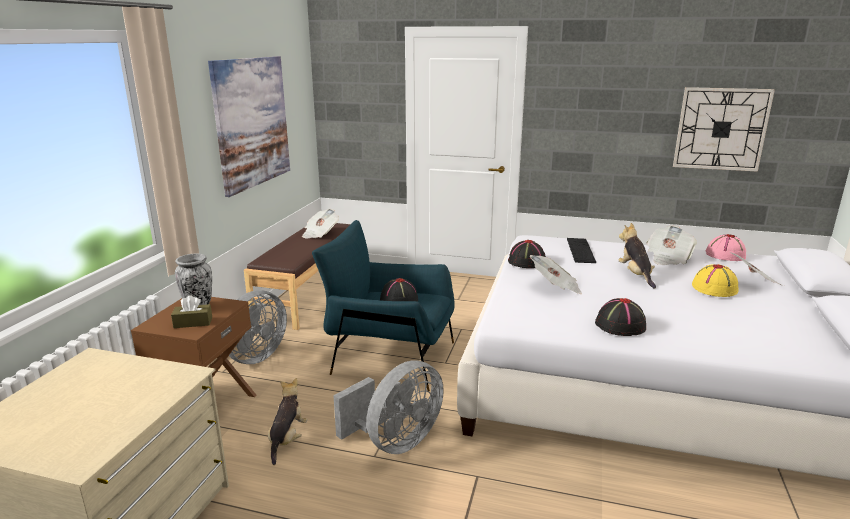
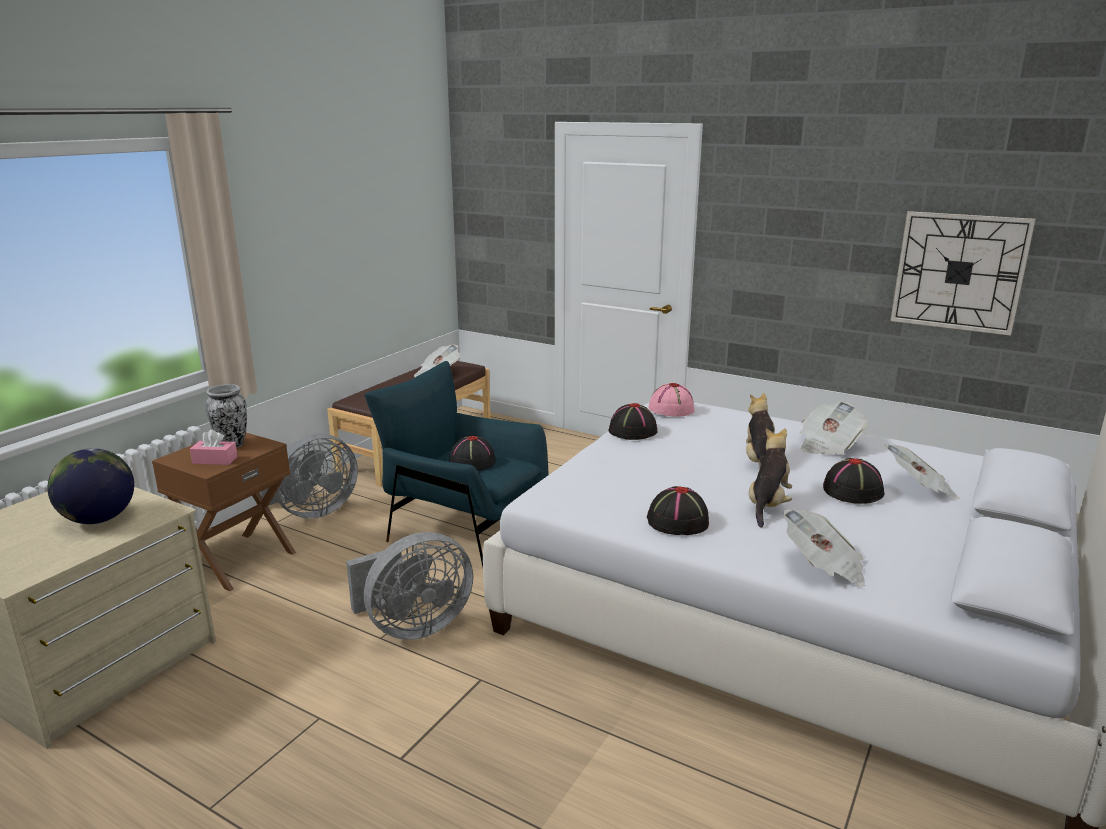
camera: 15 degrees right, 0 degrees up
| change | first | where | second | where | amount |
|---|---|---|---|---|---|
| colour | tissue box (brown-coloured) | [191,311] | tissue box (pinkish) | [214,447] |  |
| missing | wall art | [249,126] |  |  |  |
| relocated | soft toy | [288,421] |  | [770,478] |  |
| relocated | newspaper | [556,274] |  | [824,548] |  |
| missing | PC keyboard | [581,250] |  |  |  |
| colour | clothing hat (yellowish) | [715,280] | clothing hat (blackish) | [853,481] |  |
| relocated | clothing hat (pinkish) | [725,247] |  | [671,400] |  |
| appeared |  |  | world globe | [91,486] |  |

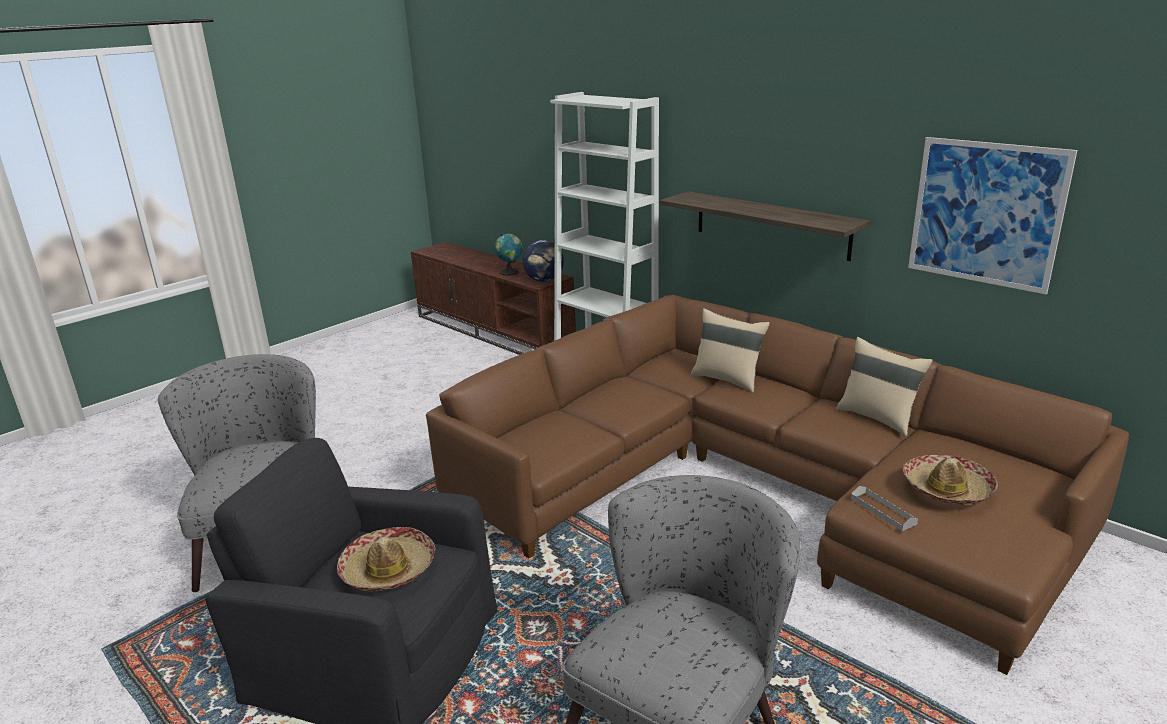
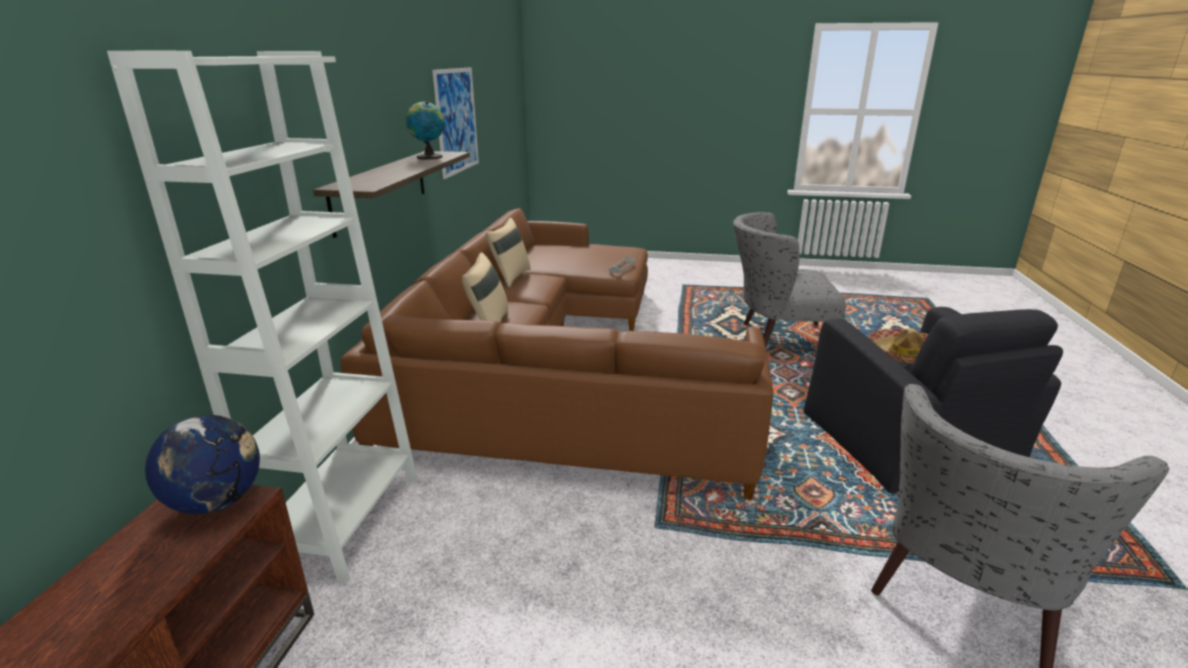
camera: 125 degrees left, 0 degrees up
| change | first | where | second | where | amount |
|---|---|---|---|---|---|
| relocated | world globe | [508,255] |  | [425,130] |  |
| missing | clothing hat | [950,480] |  |  |  |

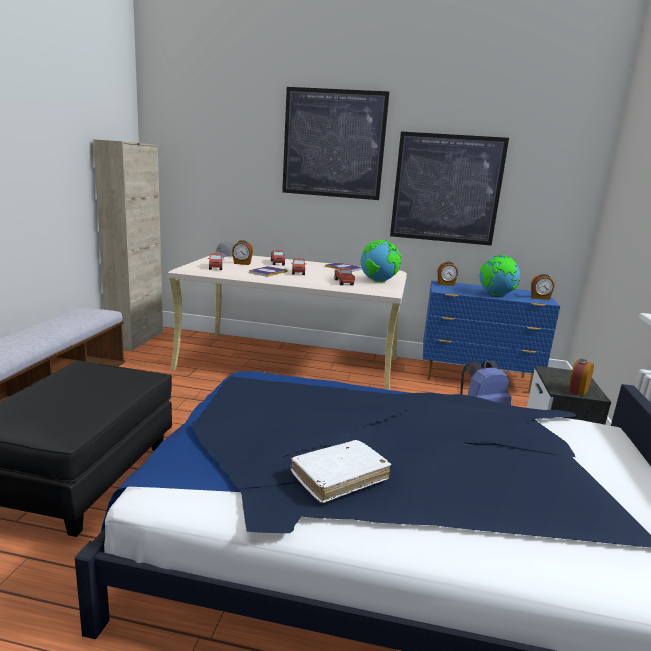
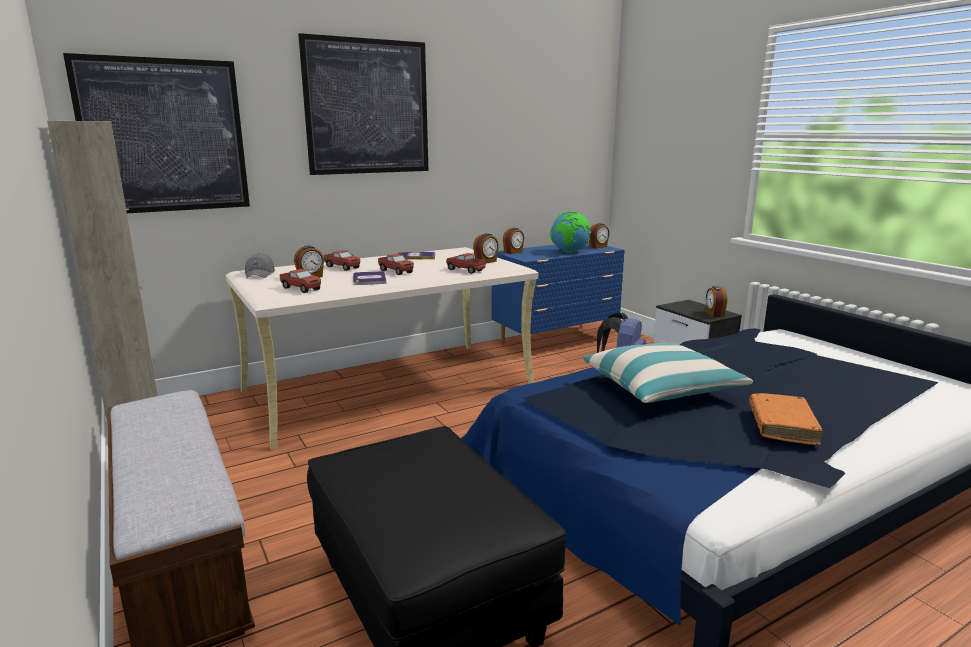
camera: 40 degrees left, 0 degrees up
| change | first | where | second | where | amount |
|---|---|---|---|---|---|
| colour | book (white-coloured) | [340,471] | book (orangey) | [785,419] |  |
| exchanged | world globe | [381,261] | bedside clock | [486,248] |  |
| relocated | wall art | [449,188] |  | [156,133] |  |
| appeared |  |  | cushion | [668,373] |  |

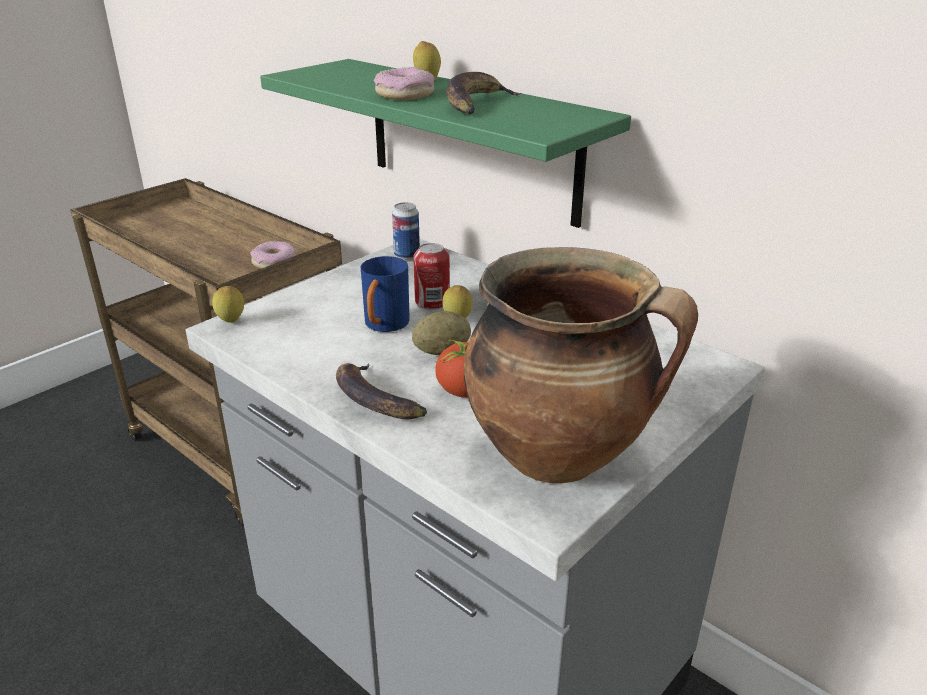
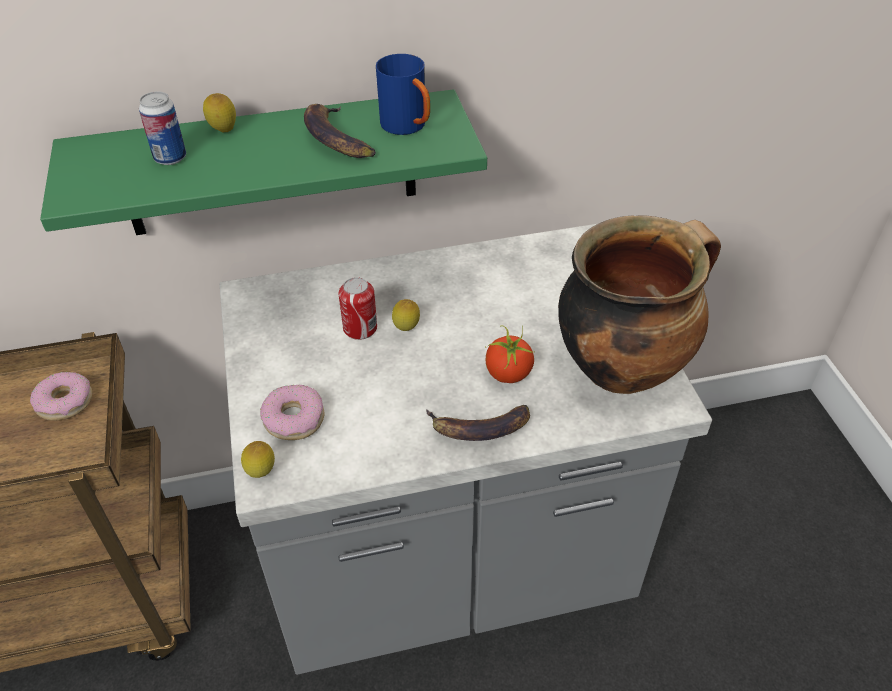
camera: 55 degrees left, 15 degrees up
| change | first | where | second | where | amount |
|---|---|---|---|---|---|
| relocated | tea mug (blue) | [385,294] |  | [403,94] |  |
| relocated | doughnut | [404,83] |  | [292,412] |  |
| relocated | metal can | [406,231] |  | [162,128] |  |
| missing | spud | [441,333] |  |  |  |

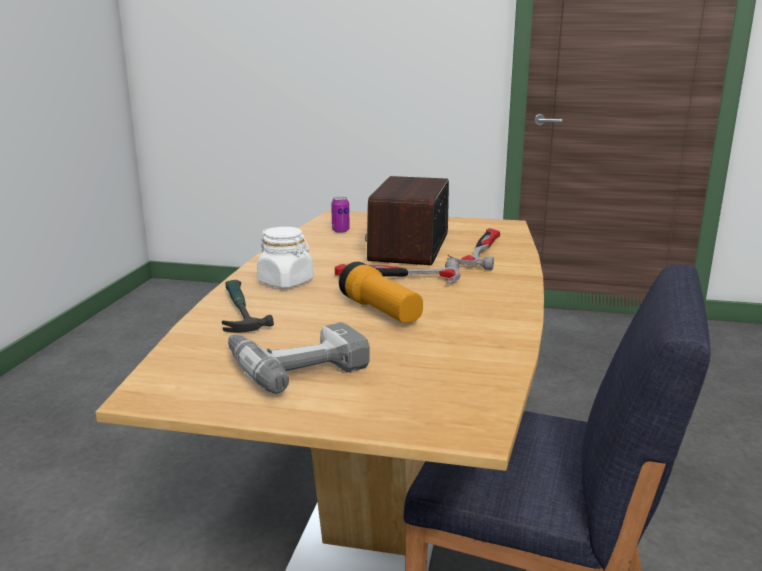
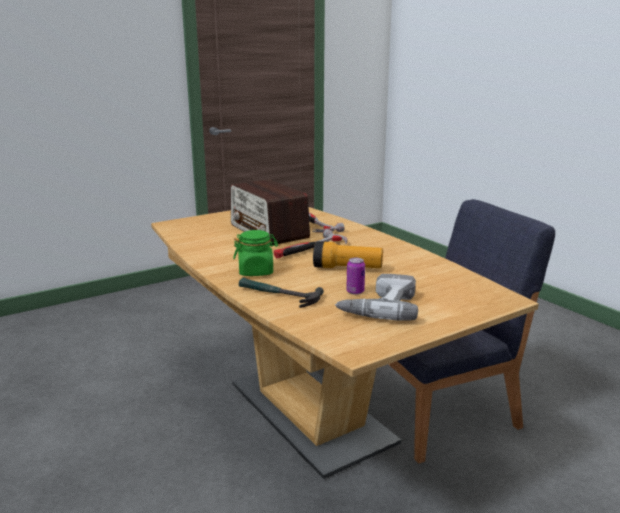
camera: 45 degrees left, 0 degrees up
| change | first | where | second | where | amount |
|---|---|---|---|---|---|
| colour | storage jar (white-coloured) | [285,257] | storage jar (green-coloured) | [255,253] |  |
| relocated | metal can | [340,215] |  | [355,276] |  |

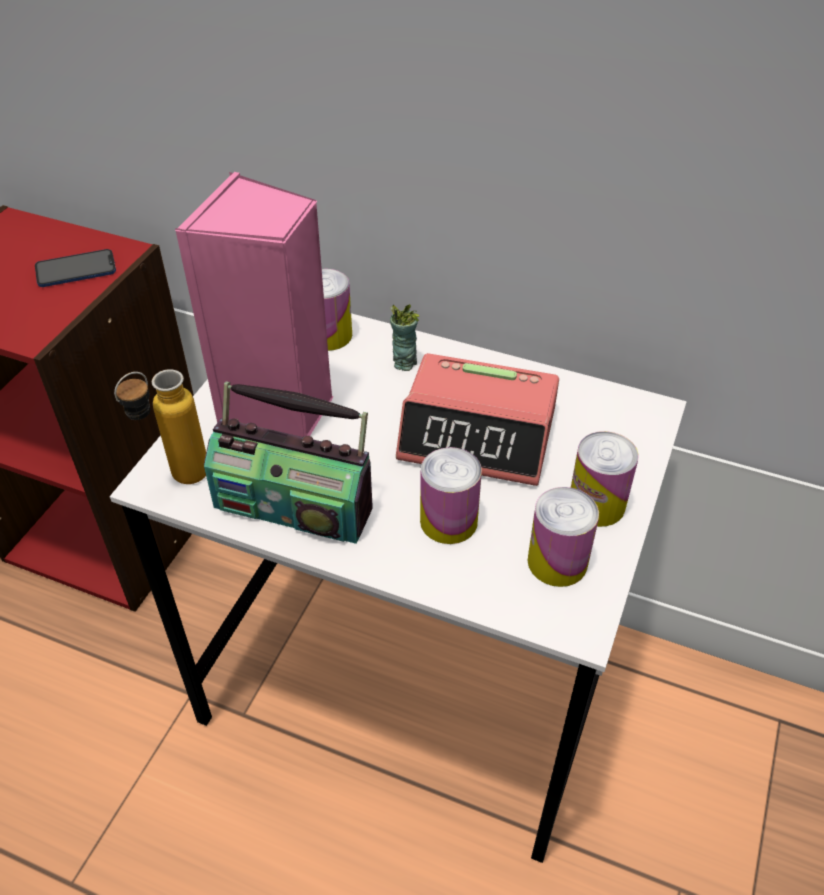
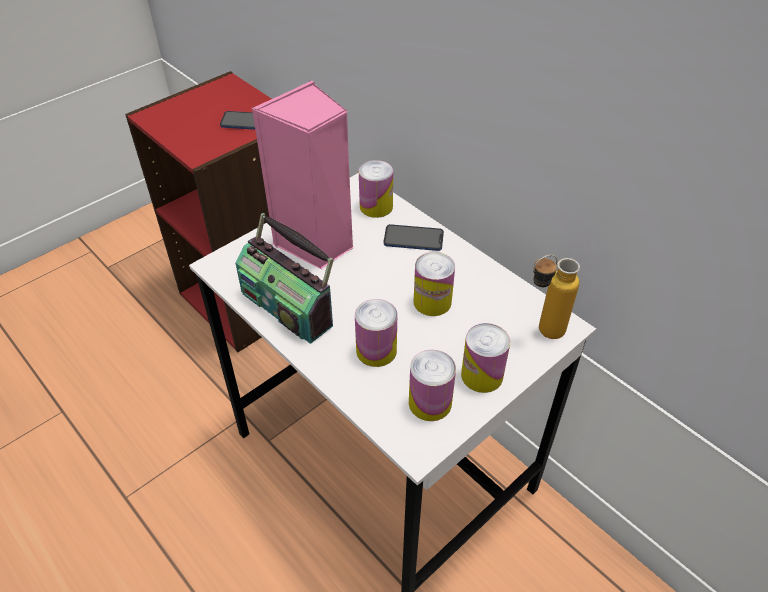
camera: 25 degrees right, 0 degrees up
| change | first | where | second | where | amount |
|---|---|---|---|---|---|
| relocated | drink bottle | [160,426] |  | [556,297] |  |
| exchanged | cup | [404,337] | phone | [413,237] |  |
| exchanged | bedside clock | [477,419] | metal can | [434,284] |  |

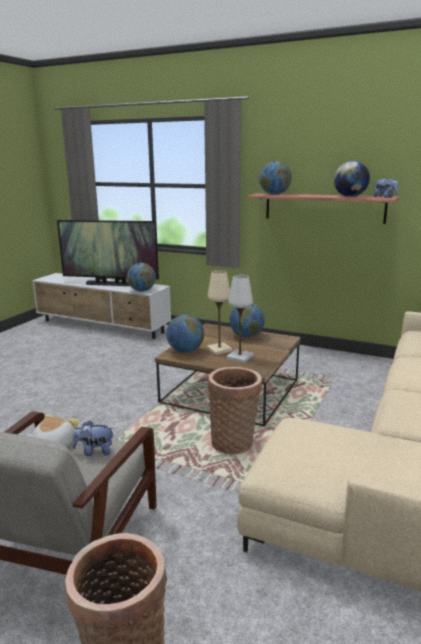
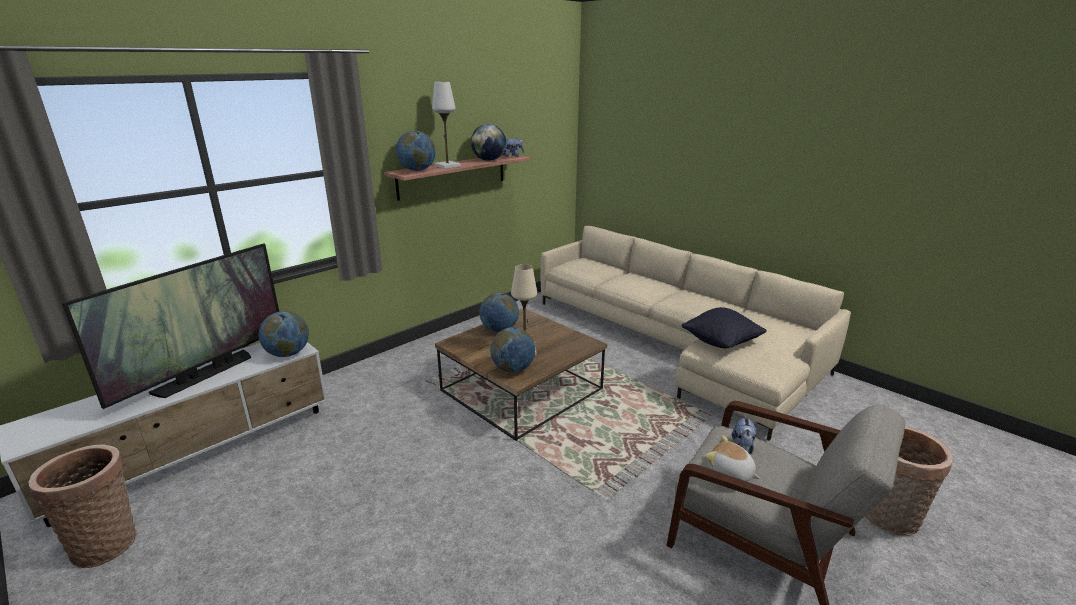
camera: 70 degrees left, 5 degrees up
| change | first | where | second | where | amount |
|---|---|---|---|---|---|
| relocated | household basket | [234,411] |  | [82,506] |  |
| relocated | lamp for a table (white-coloured) | [240,319] |  | [446,125] |  |
| appeared |  |  | cushion (blackish) | [724,327] |  |

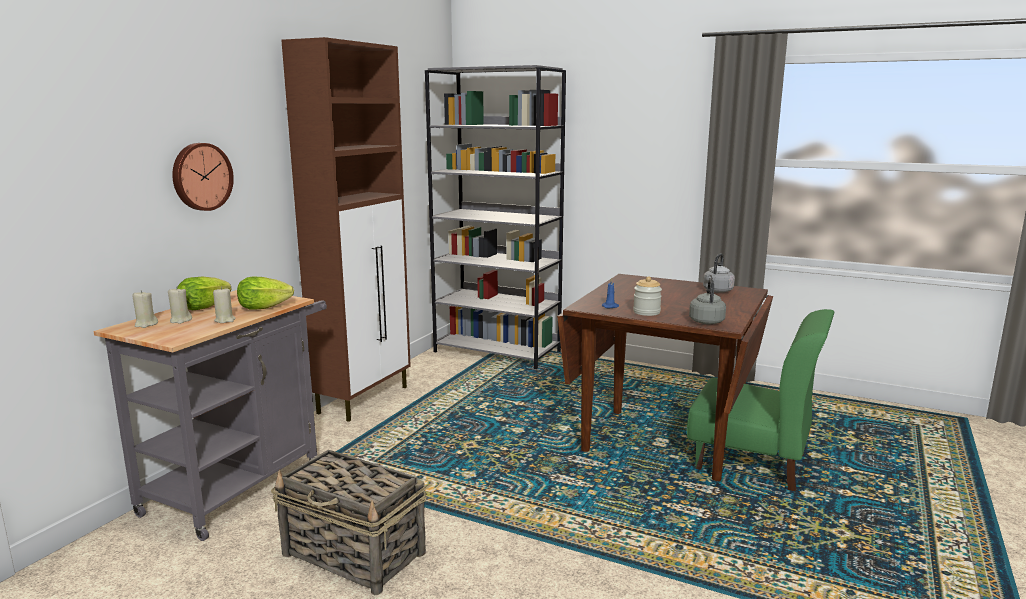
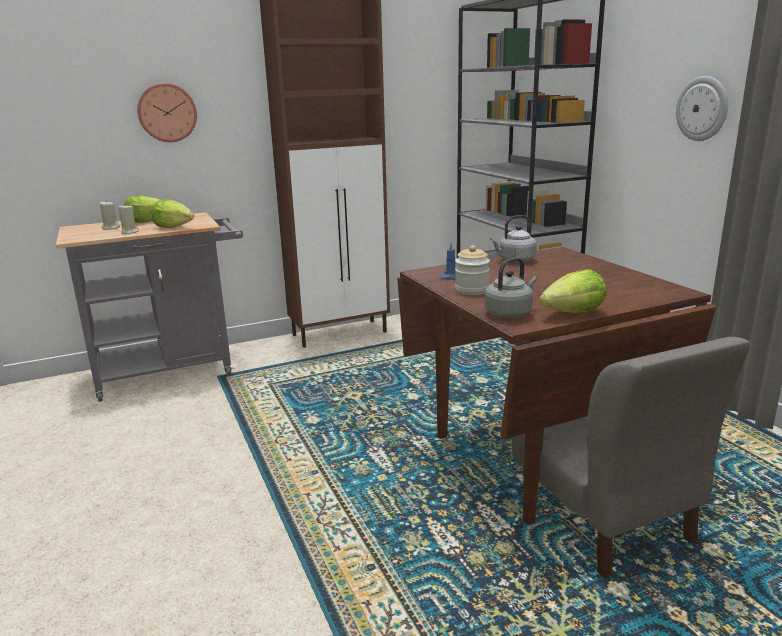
camera: 40 degrees right, 5 degrees up
| change | first | where | second | where | amount |
|---|---|---|---|---|---|
| missing | wax light (sand-coloured) | [145,309] |  |  |  |
| missing | household basket | [348,523] |  |  |  |
| colour | chair (green-coloured) | [760,400] | chair (grey) | [631,457] |  |
| relocated | tea kettle (grey) | [719,273] |  | [513,239] |  |
| appeared |  |  | lettuce | [573,291] |  |
| appeared |  |  | clock on the wall | [702,108] |  |

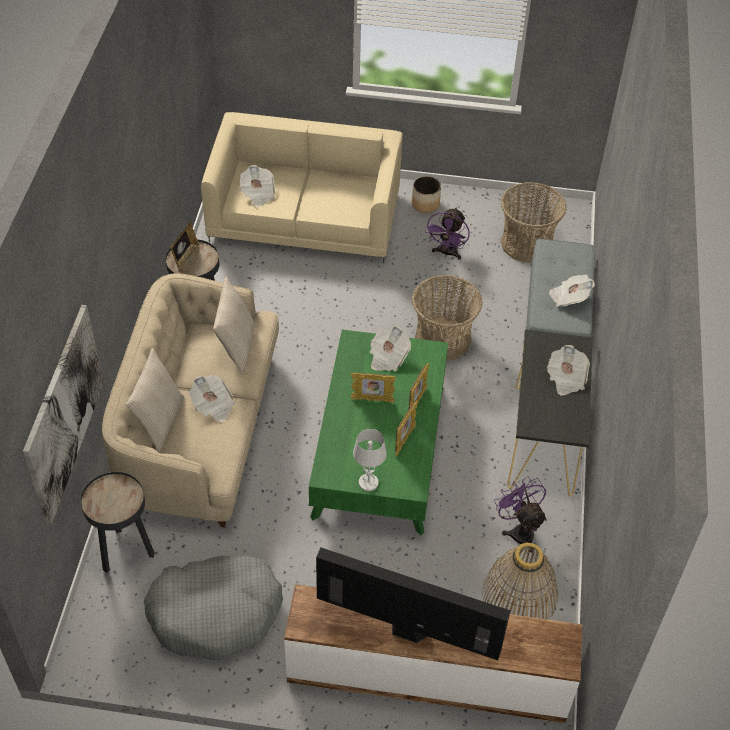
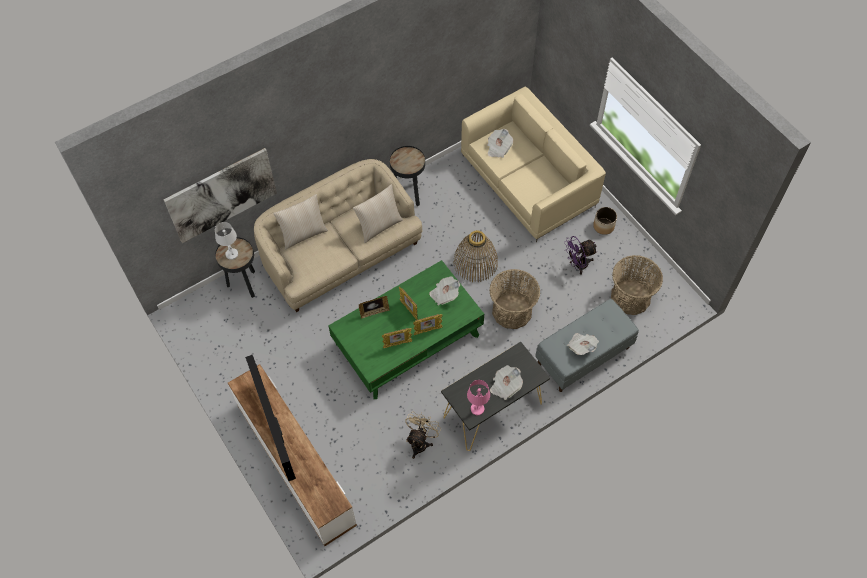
camera: 50 degrees right, 10 degrees up
| change | first | where | second | where | amount |
|---|---|---|---|---|---|
| missing | pet bed (grey) | [213,608] |  |  |  |
| relocated | picture frame | [185,246] |  | [374,307] |  |
| missing | newspaper | [212,398] |  |  |  |
| relocated | lamp for a table (white-coloured) | [370,460] |  | [226,241] |  |
| relocated | household basket | [520,581] |  | [475,256] |  |
| colour | cooling fan (purple-coloured) | [520,514] | cooling fan (sand-coloured) | [423,435] |  |
| appeared |  |  | lamp for a table (pinkish) | [478,397] |  |

